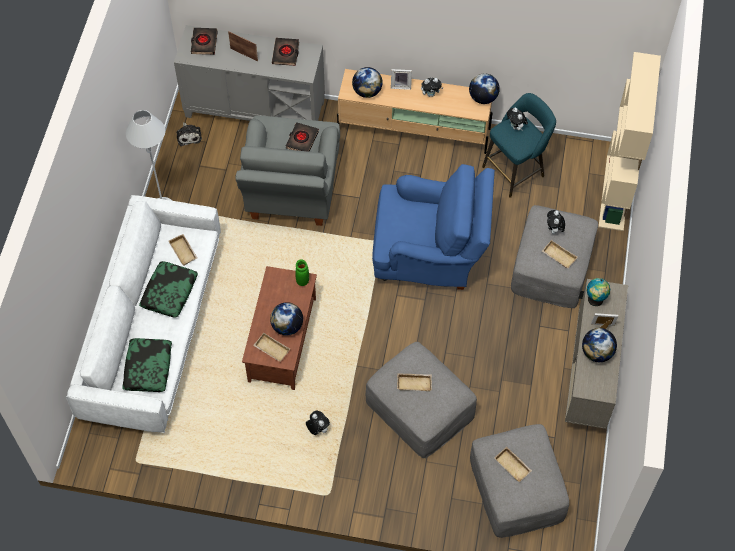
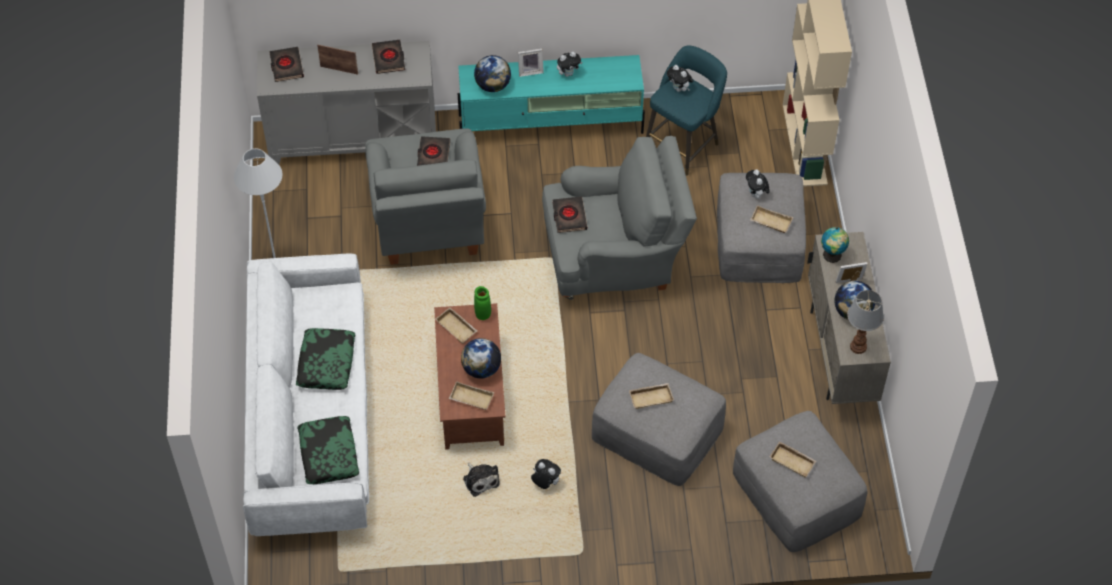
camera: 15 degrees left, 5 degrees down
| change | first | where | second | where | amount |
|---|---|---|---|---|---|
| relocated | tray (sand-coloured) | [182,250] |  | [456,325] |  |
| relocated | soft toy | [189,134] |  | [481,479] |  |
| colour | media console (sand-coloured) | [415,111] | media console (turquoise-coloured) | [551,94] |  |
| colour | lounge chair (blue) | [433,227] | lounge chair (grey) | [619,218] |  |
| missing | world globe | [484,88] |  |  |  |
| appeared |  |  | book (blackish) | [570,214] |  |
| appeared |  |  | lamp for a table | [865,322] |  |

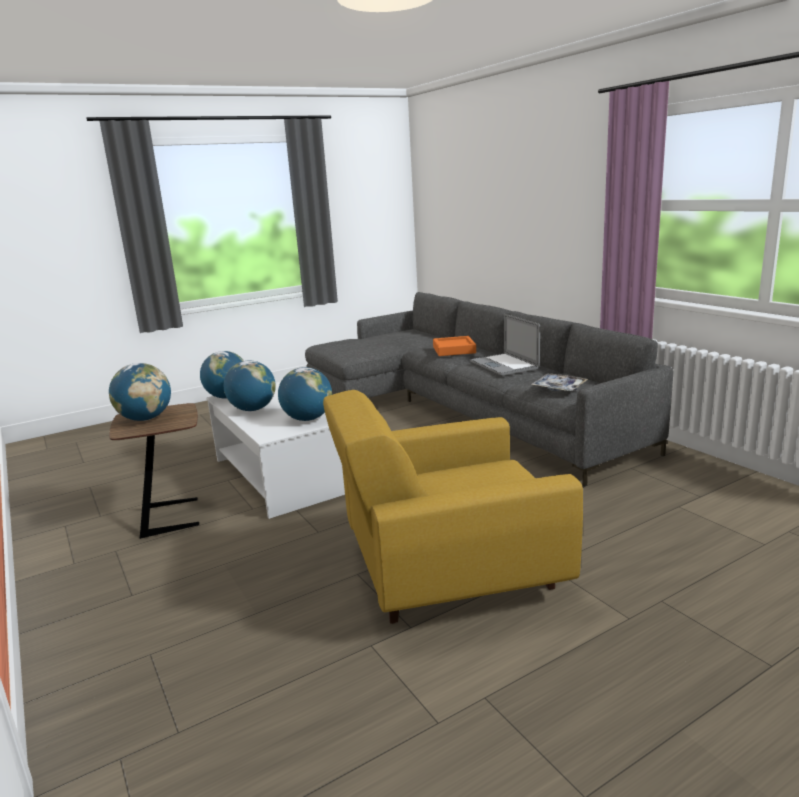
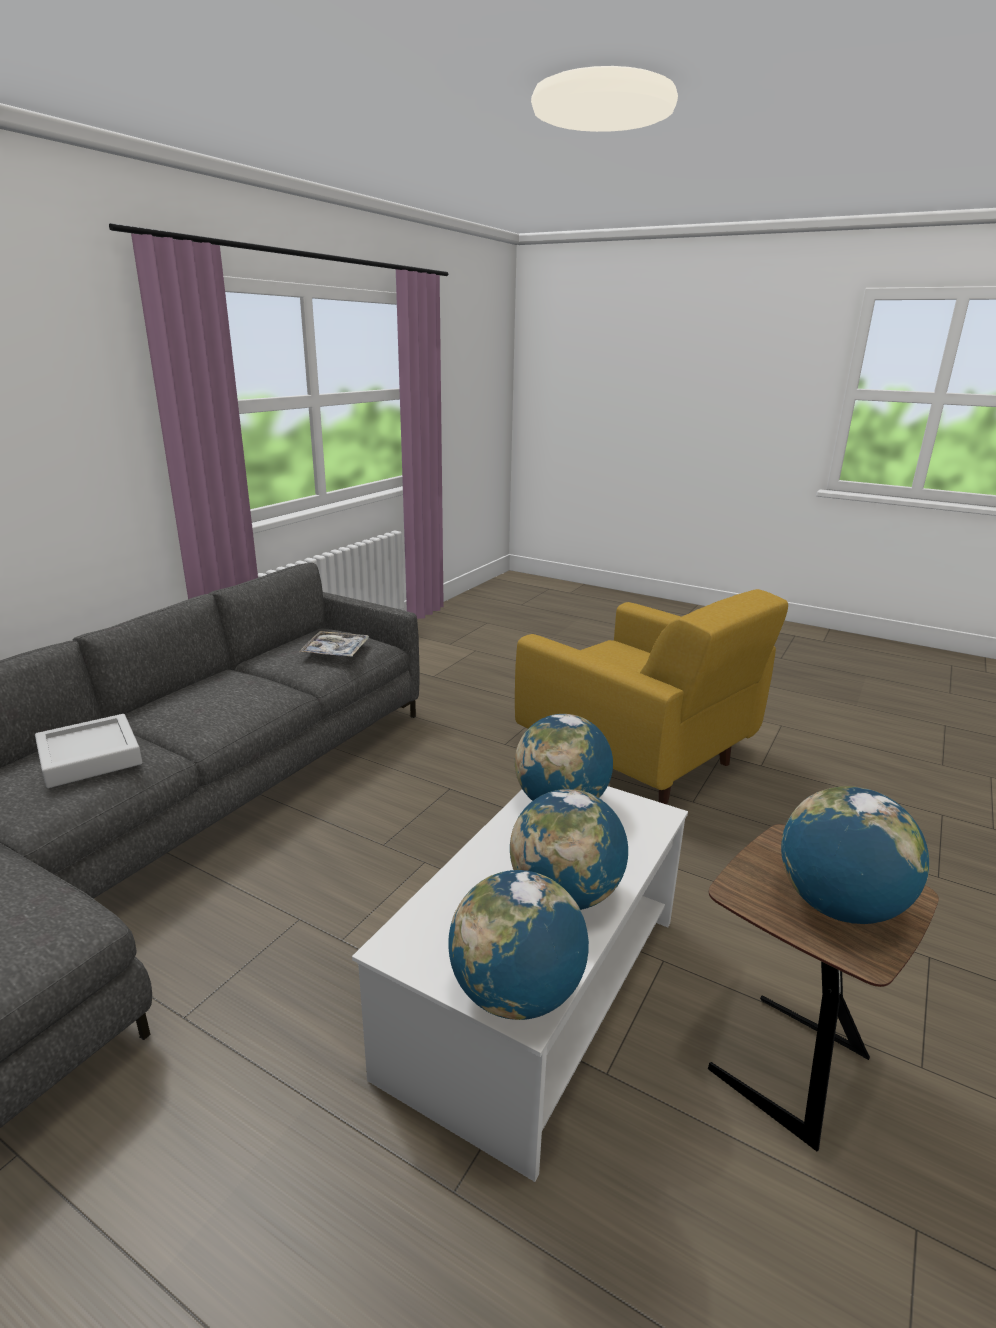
camera: 120 degrees left, 5 degrees up
| change | first | where | second | where | amount |
|---|---|---|---|---|---|
| colour | tray (orangey) | [454,346] | tray (grey) | [88,751] |  |
| missing | laptop | [505,345] |  |  |  |

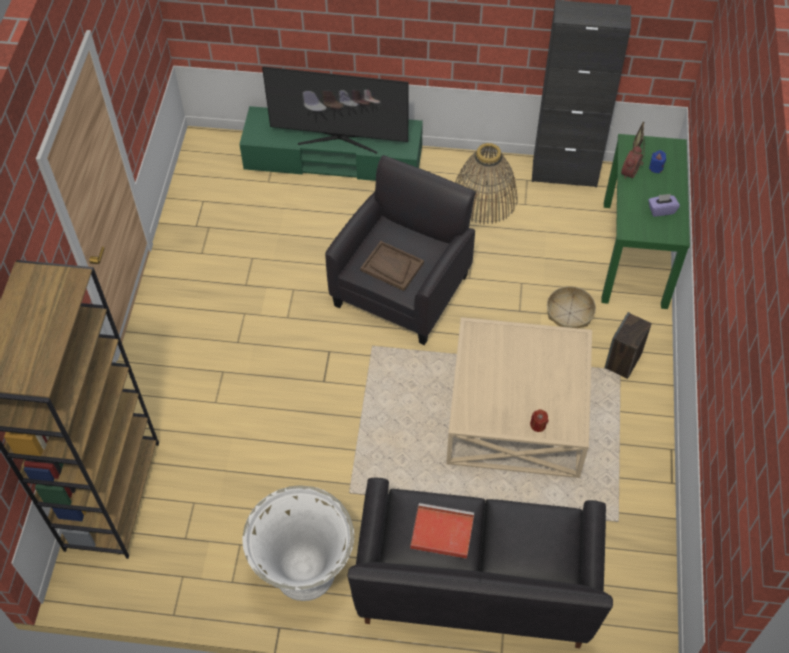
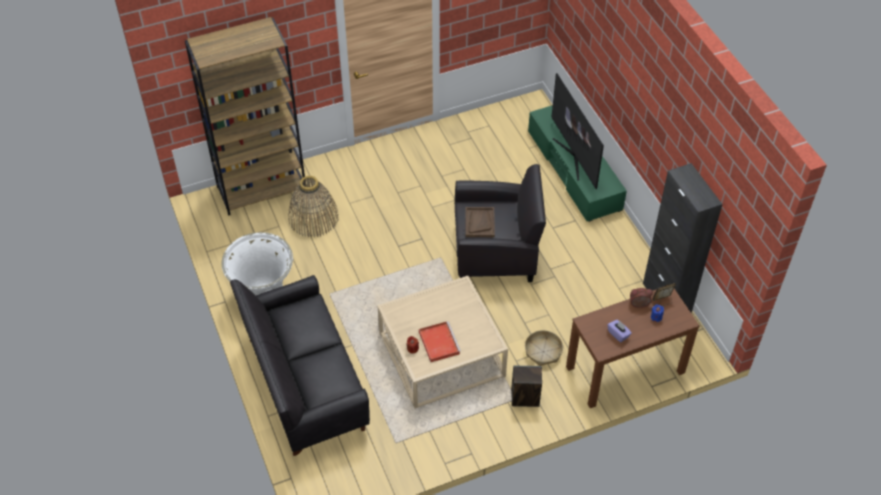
camera: 60 degrees right, 5 degrees down
| change | first | where | second | where | amount |
|---|---|---|---|---|---|
| relocated | tray (red-coloured) | [442,531] |  | [440,341] |  |
| relocated | household basket | [486,184] |  | [313,207] |  |
| colour | hall table (green-coloured) | [645,221] | hall table (brown-coloured) | [633,348] |  |

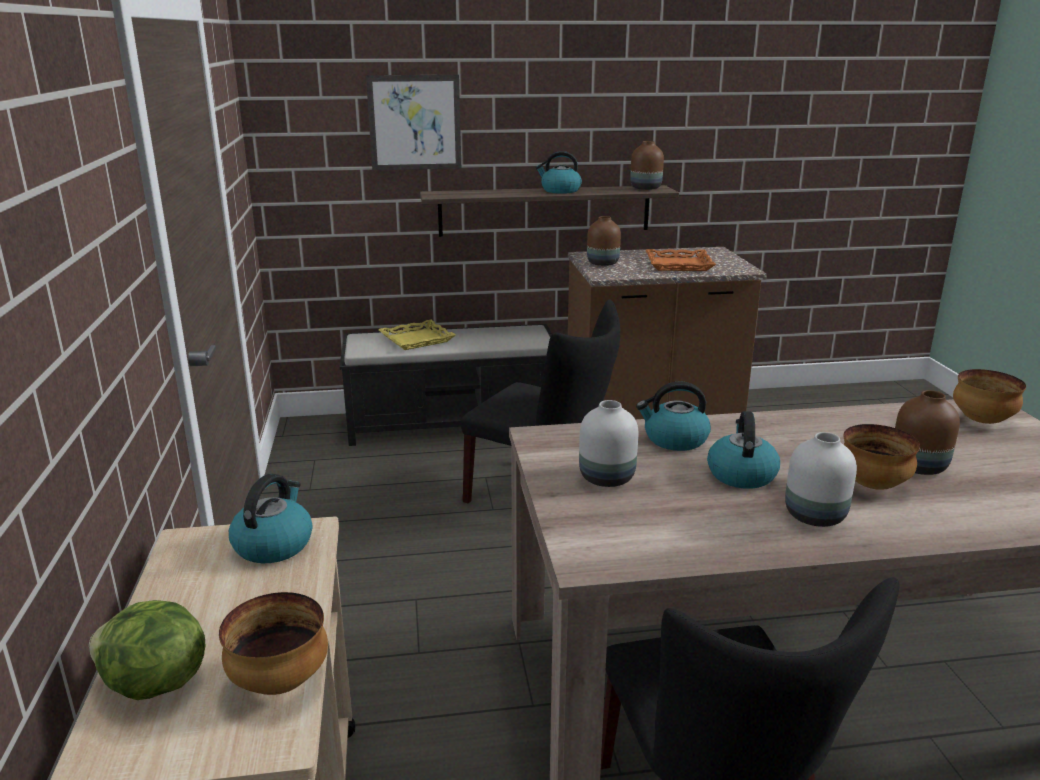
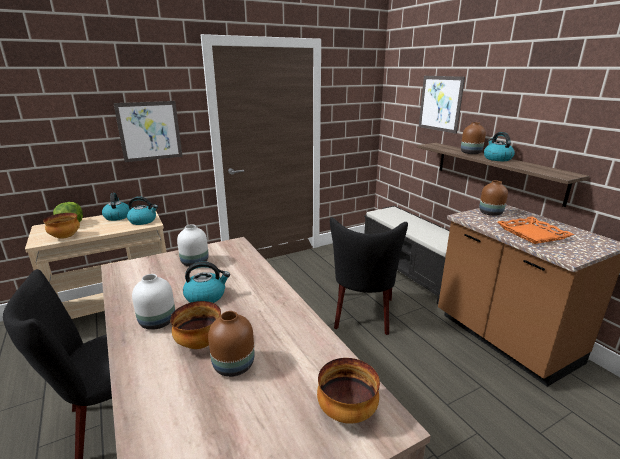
camera: 70 degrees right, 0 degrees up
| change | first | where | second | where | amount |
|---|---|---|---|---|---|
| missing | tray (yellowish) | [417,335] |  |  |  |
| relocated | decorative vase (brown-coloured) | [647,165] |  | [473,138] |  |
| relocated | tea kettle | [673,416] |  | [116,207] |  |
| appeared |  |  | wall art | [148,131] |  |

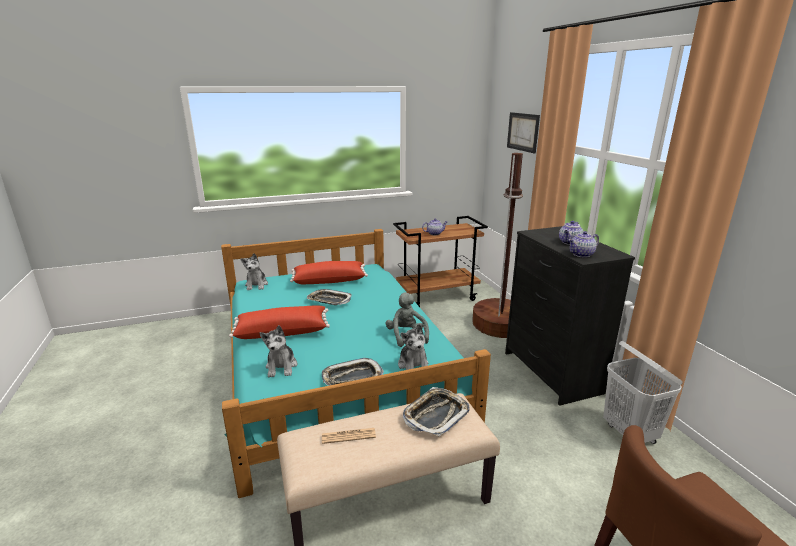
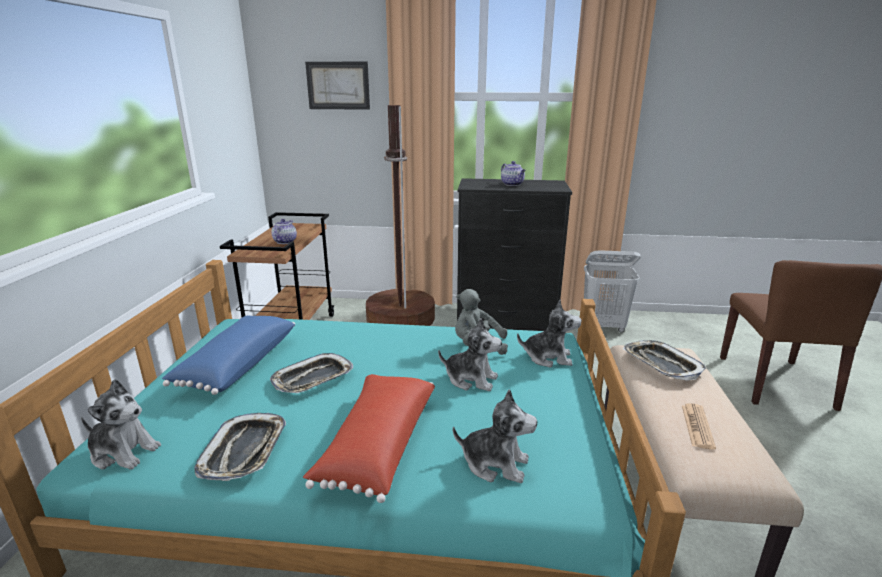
camera: 65 degrees left, 0 degrees up
| change | first | where | second | where | amount |
|---|---|---|---|---|---|
| colour | cushion (red-coloured) | [329,272] | cushion (blue) | [228,355] |  |
| relocated | tray | [353,372] |  | [240,447] |  |
| missing | teapot | [583,244] |  |  |  |
| appeared |  |  | soft toy | [470,354] |  |

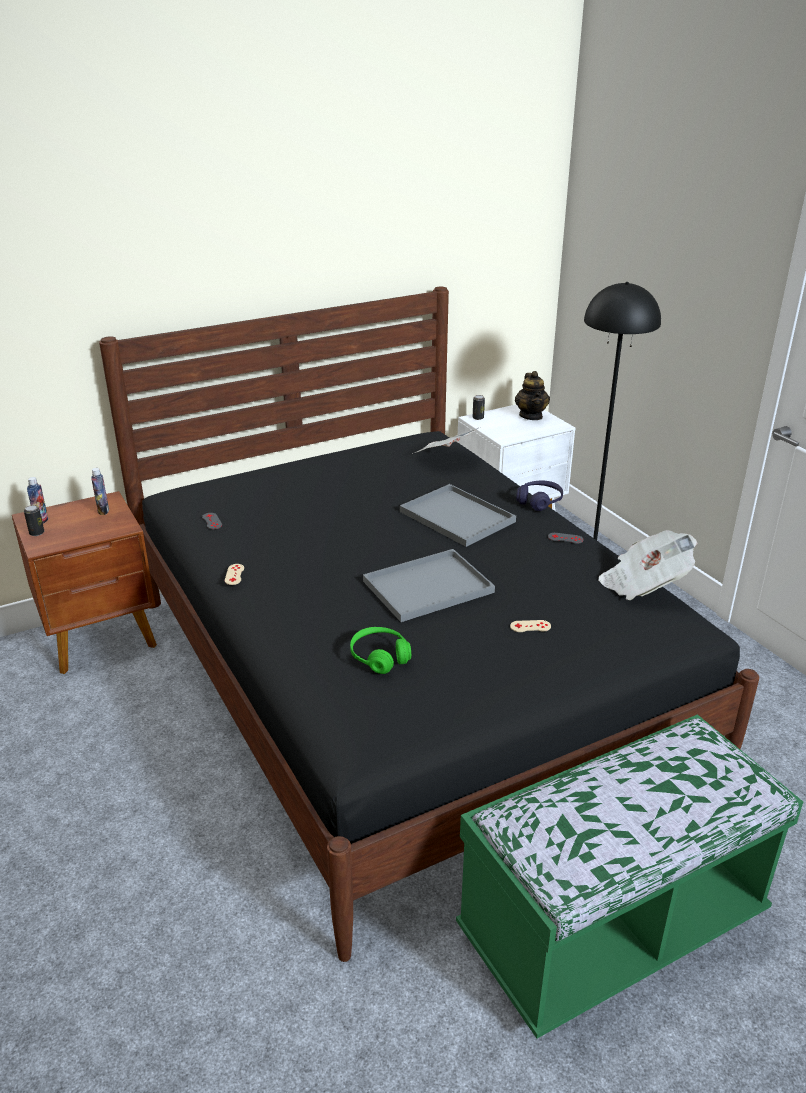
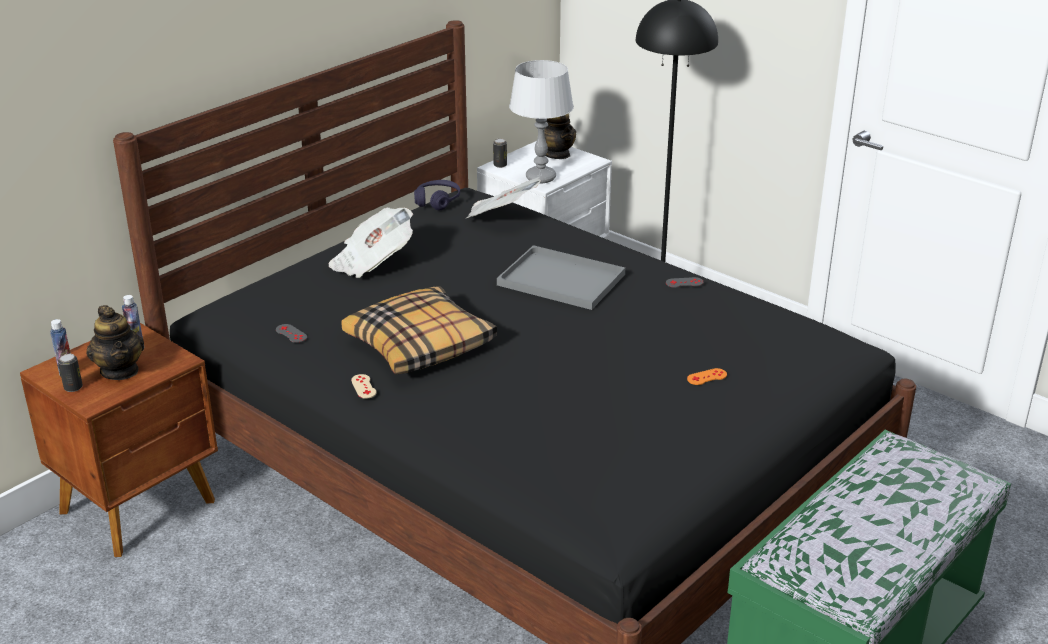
camera: 20 degrees left, 0 degrees up
| change | first | where | second | where | amount |
|---|---|---|---|---|---|
| missing | pair of headphones (green-coloured) | [380,650] |  |  |  |
| missing | tray (grey) | [429,585] |  |  |  |
| colour | game controller (sand-coloured) | [530,626] | game controller (orangey) | [707,376] |  |
| relocated | pair of headphones (purple-coloured) | [539,496] |  | [437,195] |  |
| relocated | newspaper | [648,565] |  | [371,243] |  |
| appeared |  |  | teapot | [115,342] |  |
| appeared |  |  | cushion | [419,330] |  |
| appeared |  |  | lamp for a table (grey) | [541,121] |  |

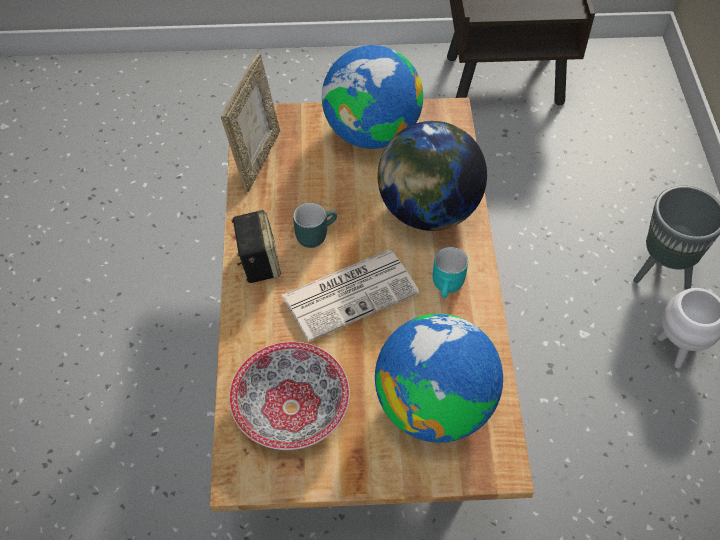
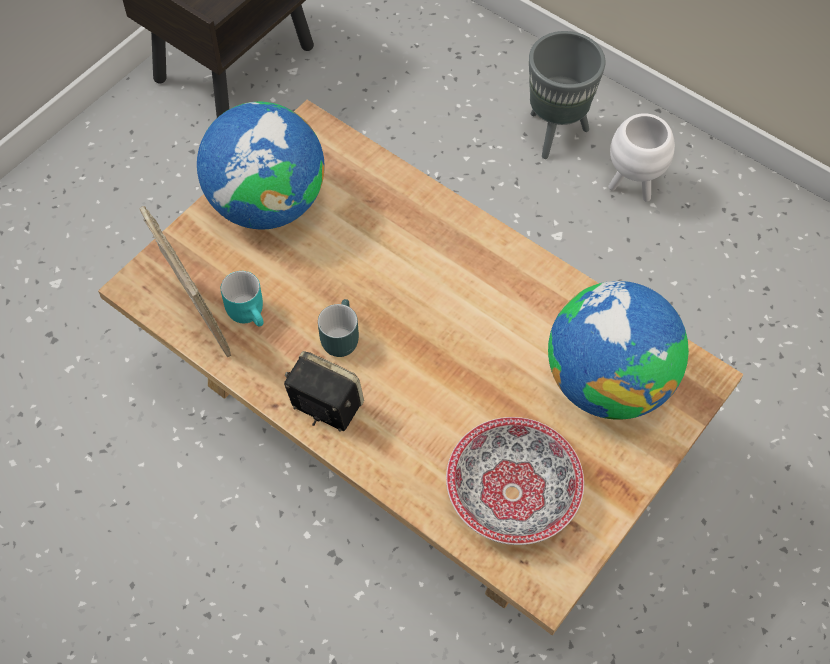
camera: 50 degrees left, 5 degrees up
| change | first | where | second | where | amount |
|---|---|---|---|---|---|
| missing | newspaper | [350,296] |  |  |  |
| missing | world globe | [432,176] |  |  |  |
| relocated | tea mug (turquoise-coloured) | [450,272] |  | [242,299] |  |

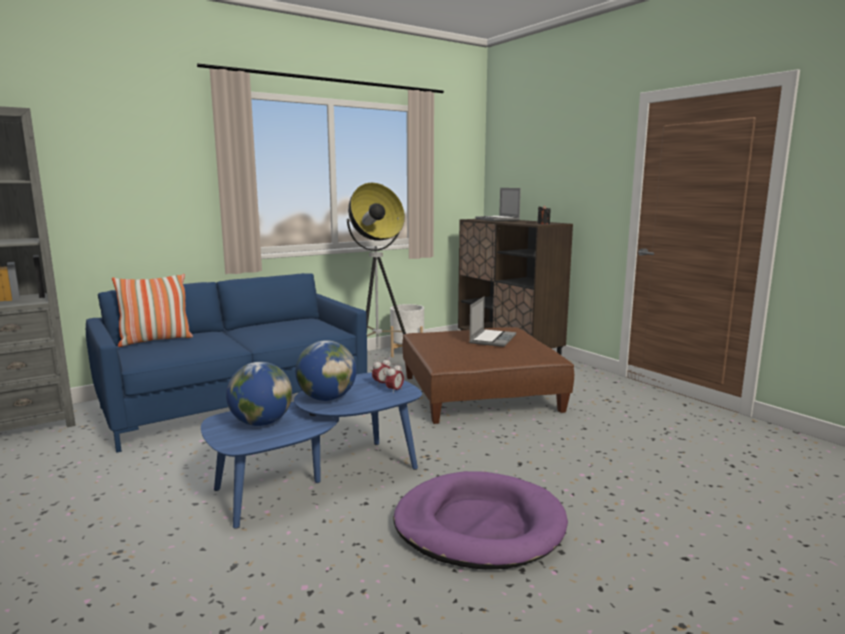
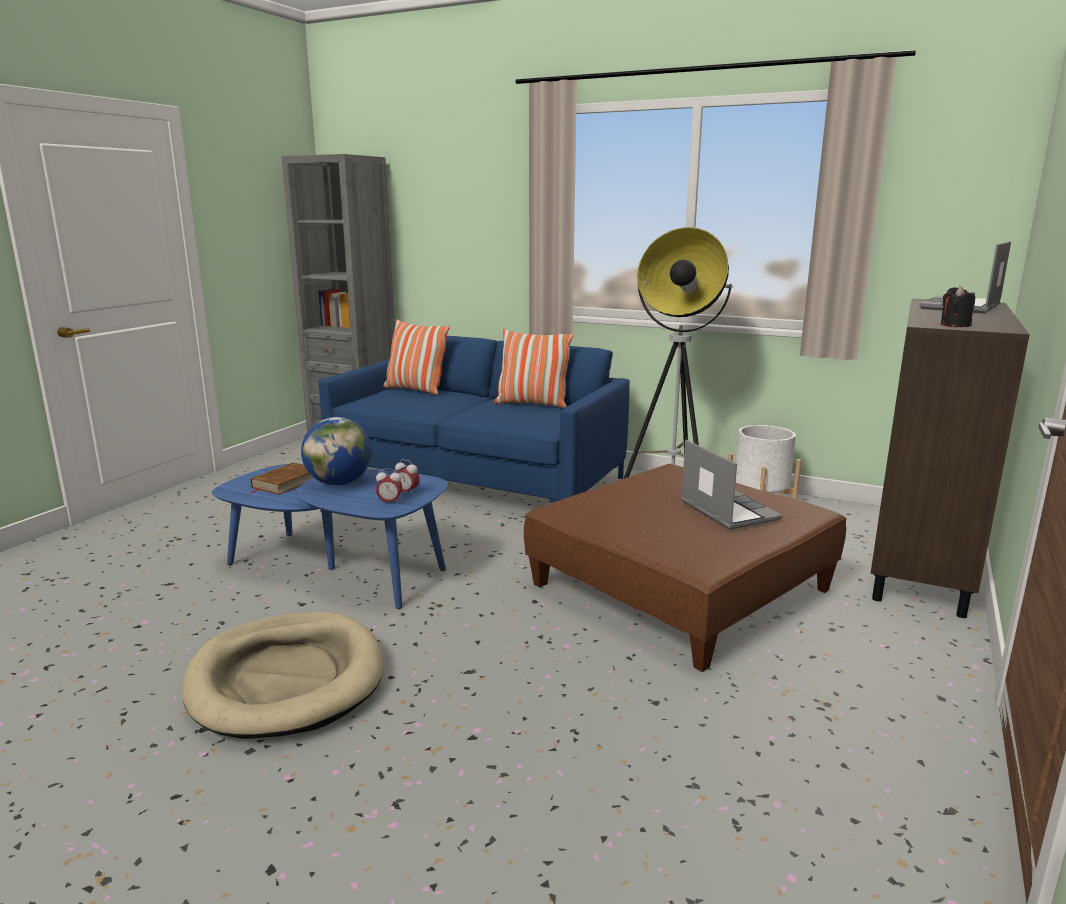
camera: 60 degrees right, 5 degrees up
| change | first | where | second | where | amount |
|---|---|---|---|---|---|
| exchanged | world globe | [259,394] | book (brown-coloured) | [282,478] |  |
| colour | pet bed (purple-coloured) | [481,520] | pet bed (sand-coloured) | [283,675] |  |
| spun | laptop | [492,321] |  | [732,485] | 105 degrees counterclockwise |
| appeared |  |  | cushion | [534,368] |  |

